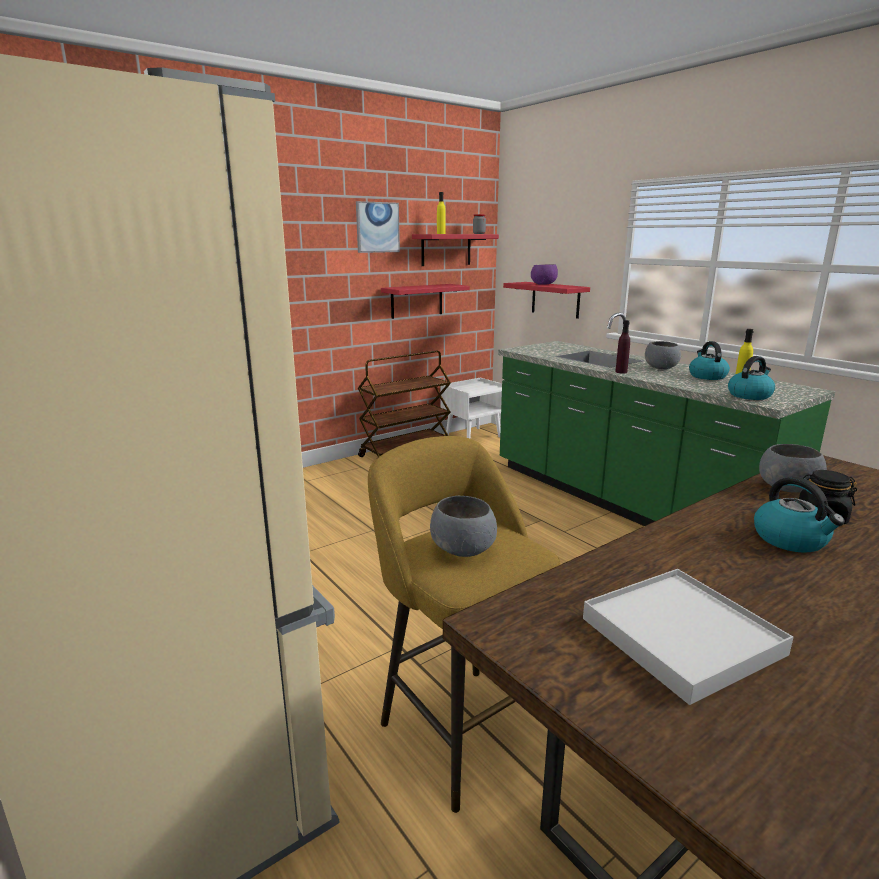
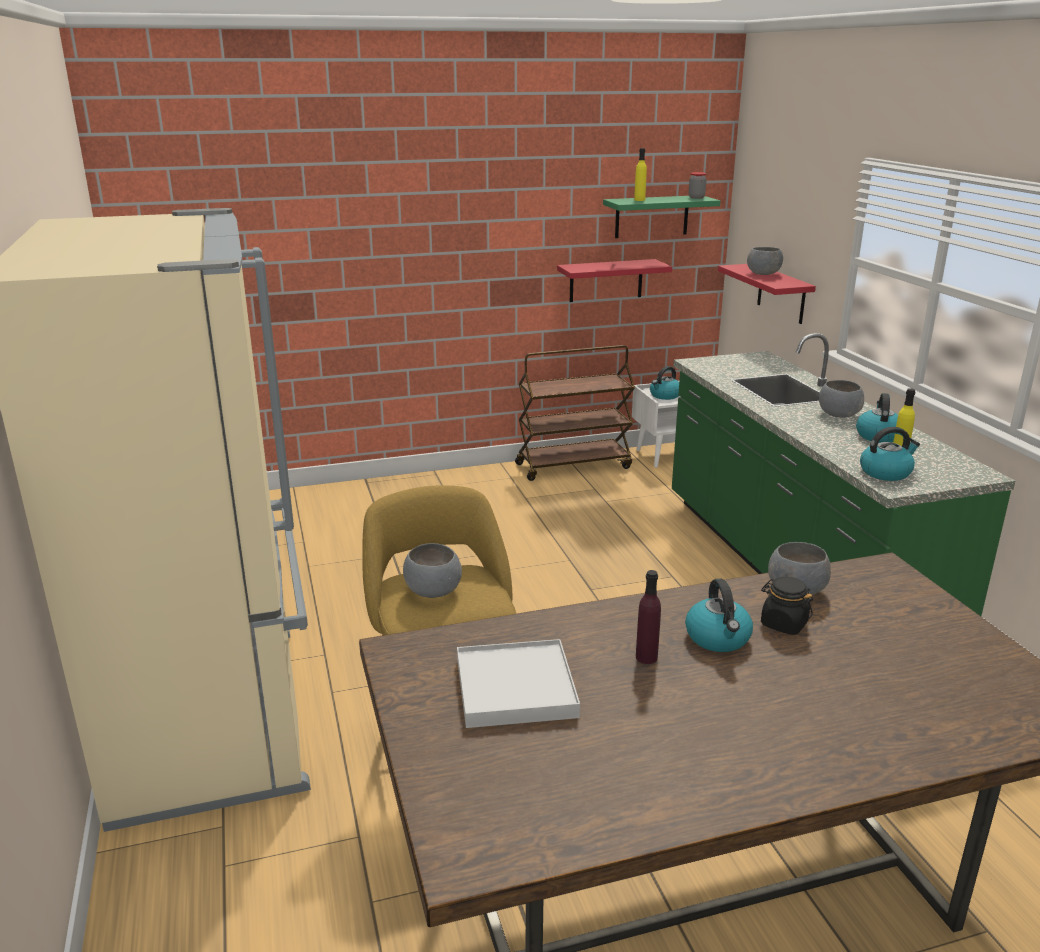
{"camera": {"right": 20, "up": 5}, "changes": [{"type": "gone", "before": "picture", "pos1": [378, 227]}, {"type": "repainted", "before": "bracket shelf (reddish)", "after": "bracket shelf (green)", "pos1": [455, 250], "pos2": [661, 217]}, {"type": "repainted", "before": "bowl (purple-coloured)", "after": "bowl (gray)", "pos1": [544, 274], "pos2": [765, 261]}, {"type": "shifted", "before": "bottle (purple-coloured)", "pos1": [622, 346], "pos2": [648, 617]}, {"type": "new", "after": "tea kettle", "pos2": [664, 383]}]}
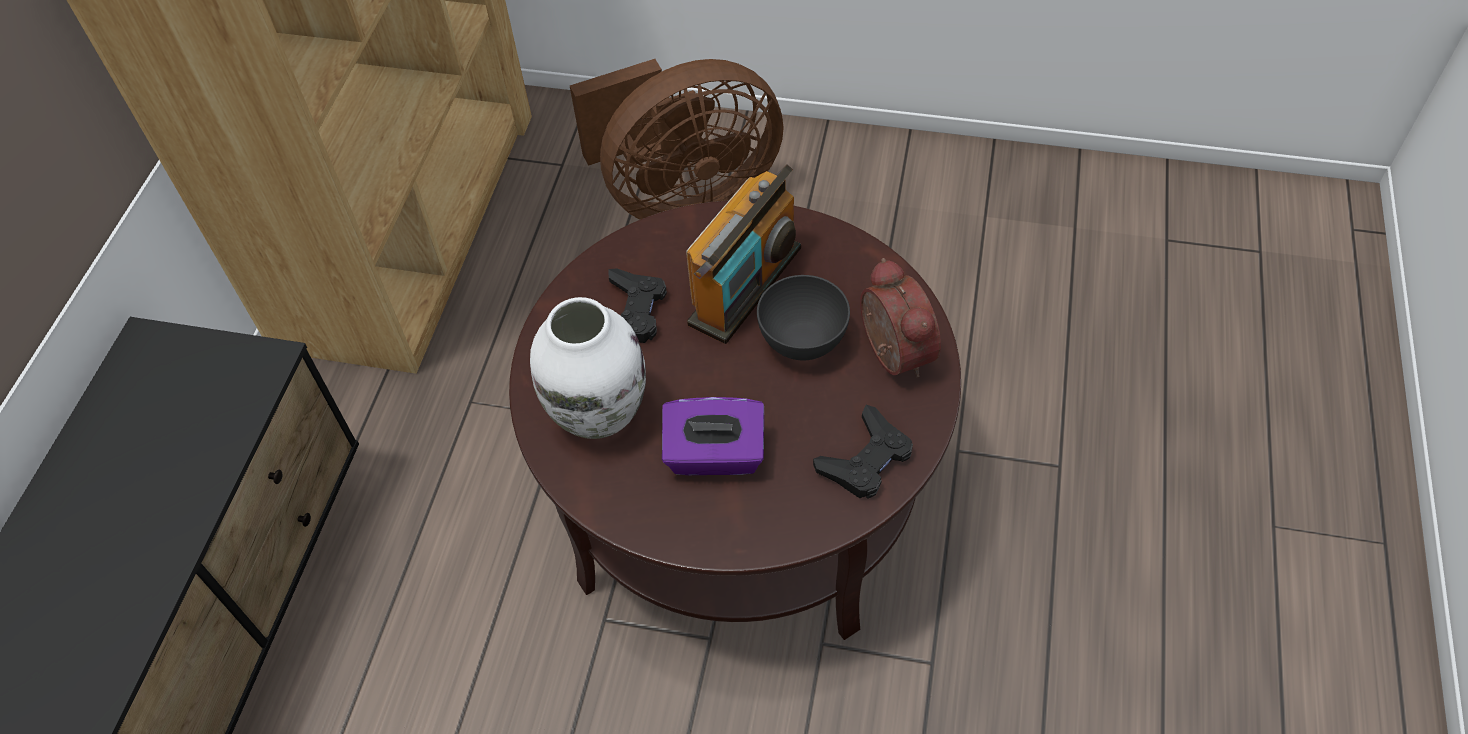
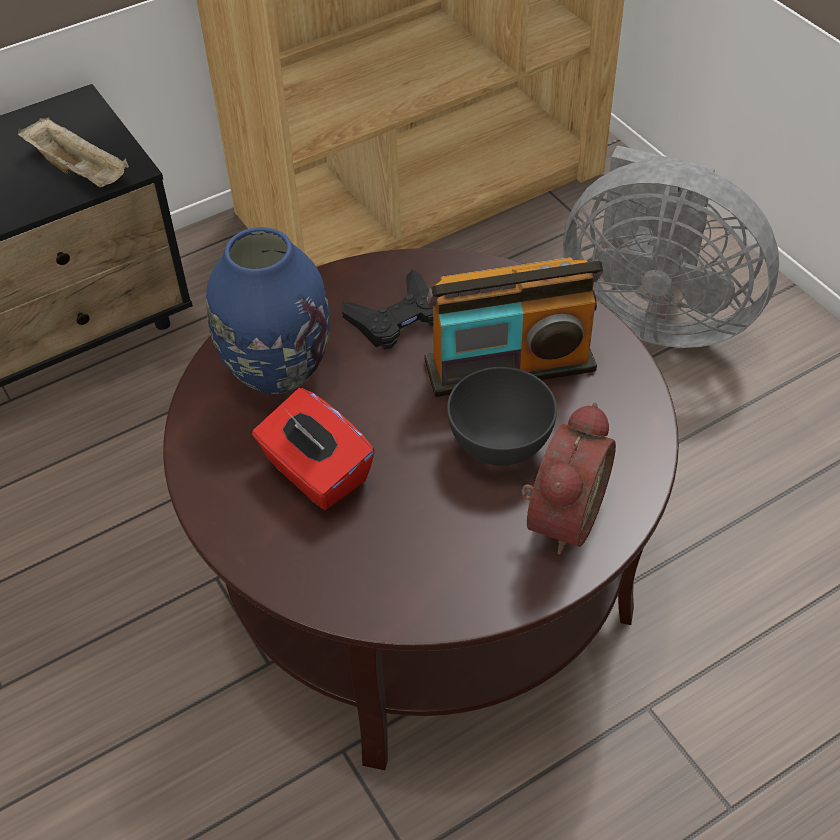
{"camera": {"right": 45, "up": -5}, "changes": [{"type": "repainted", "before": "electric fan (brown-coloured)", "after": "electric fan (gray)", "pos1": [677, 139], "pos2": [671, 246]}, {"type": "repainted", "before": "vase (whitish)", "after": "vase (blue-coloured)", "pos1": [588, 368], "pos2": [268, 310]}, {"type": "repainted", "before": "tissue holder (purple-coloured)", "after": "tissue holder (reddish)", "pos1": [713, 436], "pos2": [313, 449]}, {"type": "gone", "before": "joypad (blackish)", "pos1": [863, 452]}, {"type": "new", "after": "tray (beige)", "pos2": [73, 152]}]}
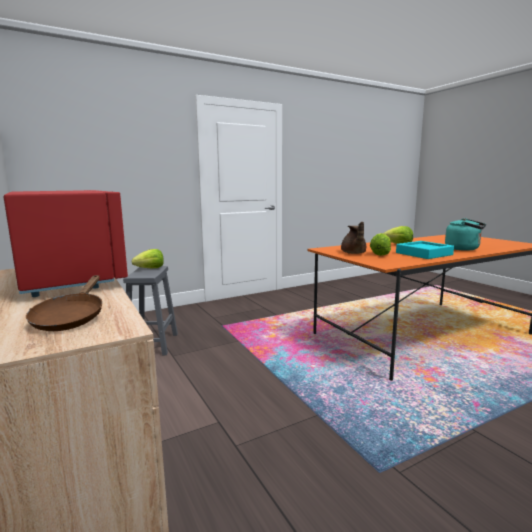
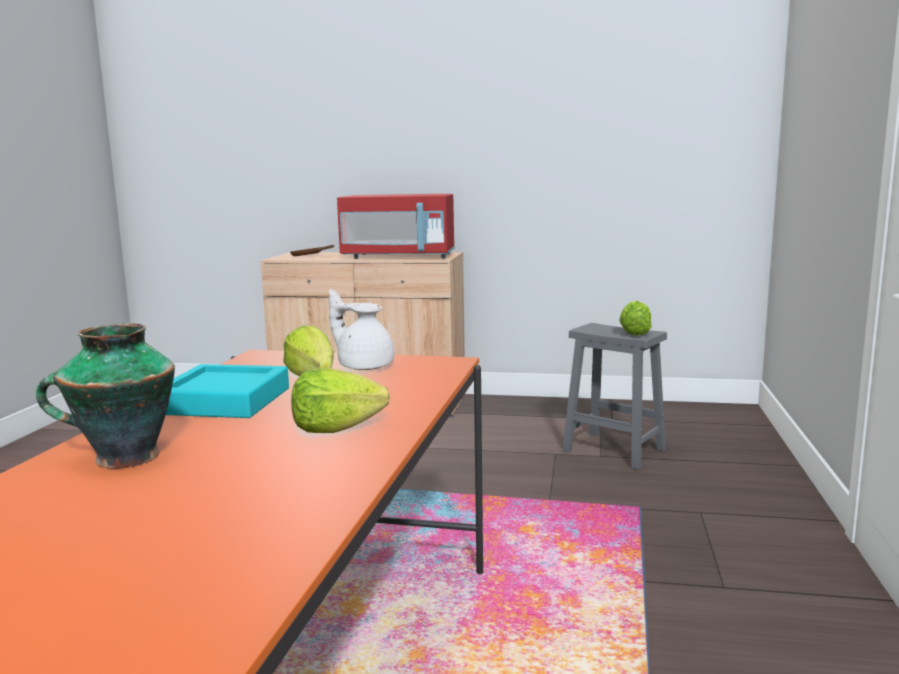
{"camera": {"right": 130, "up": 0}, "changes": [{"type": "swapped", "before": "tea kettle (turquoise-coloured)", "after": "vase", "pos1": [465, 234], "pos2": [105, 396]}, {"type": "repainted", "before": "tea pot (brown-coloured)", "after": "tea pot (whitish)", "pos1": [353, 238], "pos2": [362, 329]}]}
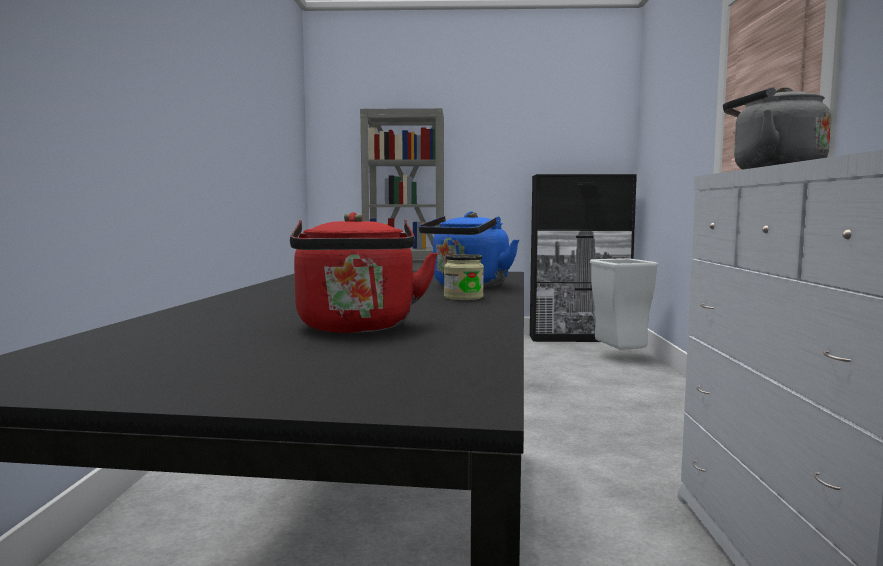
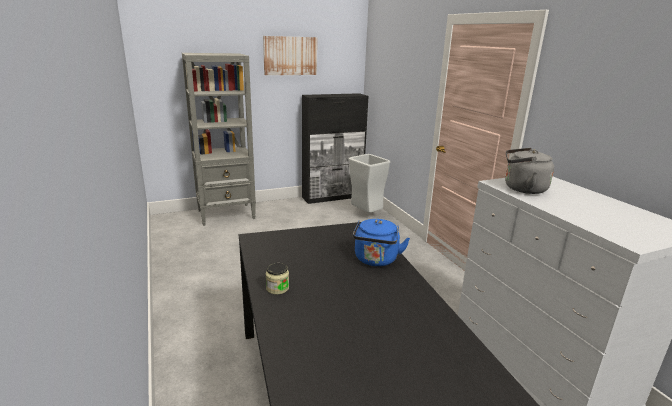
{"camera": {"right": -25, "up": 15}, "changes": [{"type": "gone", "before": "tea kettle (reddish)", "pos1": [364, 272]}, {"type": "shifted", "before": "preserve jar", "pos1": [464, 277], "pos2": [277, 279]}, {"type": "new", "after": "picture", "pos2": [290, 55]}]}
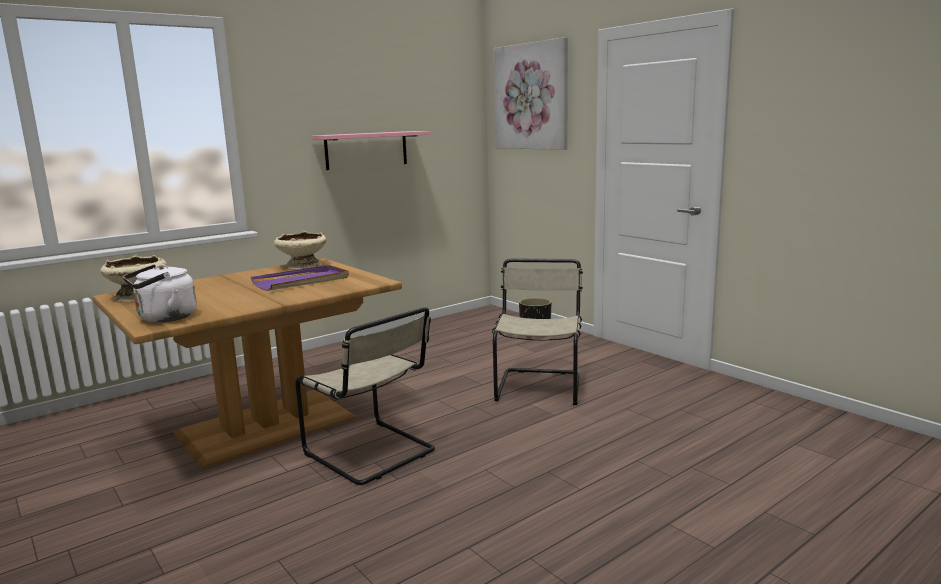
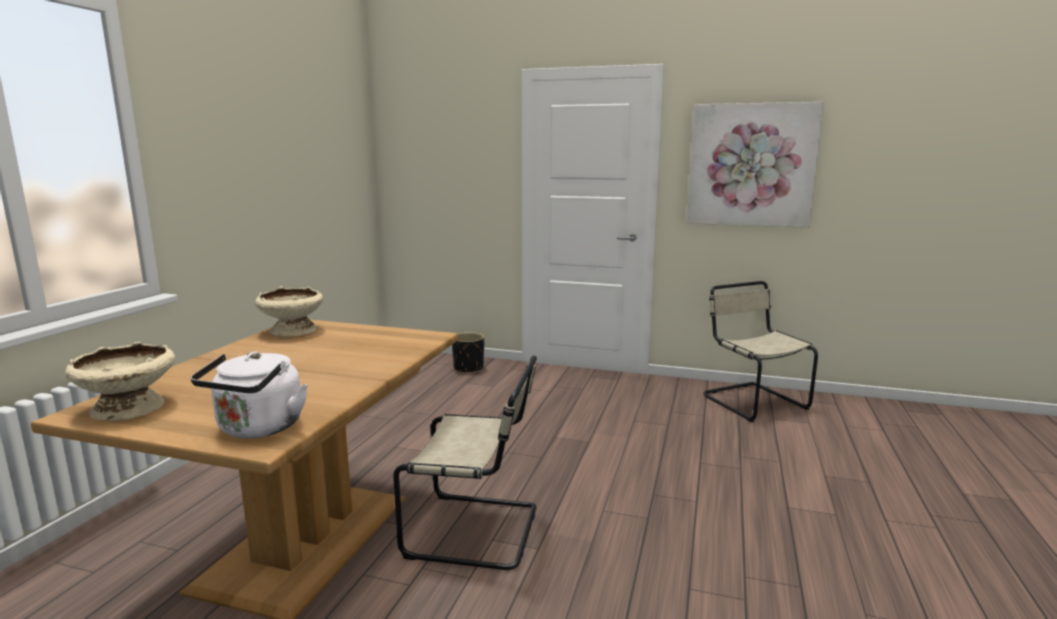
{"camera": {"right": -35, "up": 0}, "changes": [{"type": "shifted", "before": "picture", "pos1": [530, 93], "pos2": [755, 165]}, {"type": "gone", "before": "bracket shelf (pink-coloured)", "pos1": [371, 150]}, {"type": "shifted", "before": "chair (beige)", "pos1": [537, 332], "pos2": [761, 351]}, {"type": "gone", "before": "tray (purple-coloured)", "pos1": [300, 278]}]}
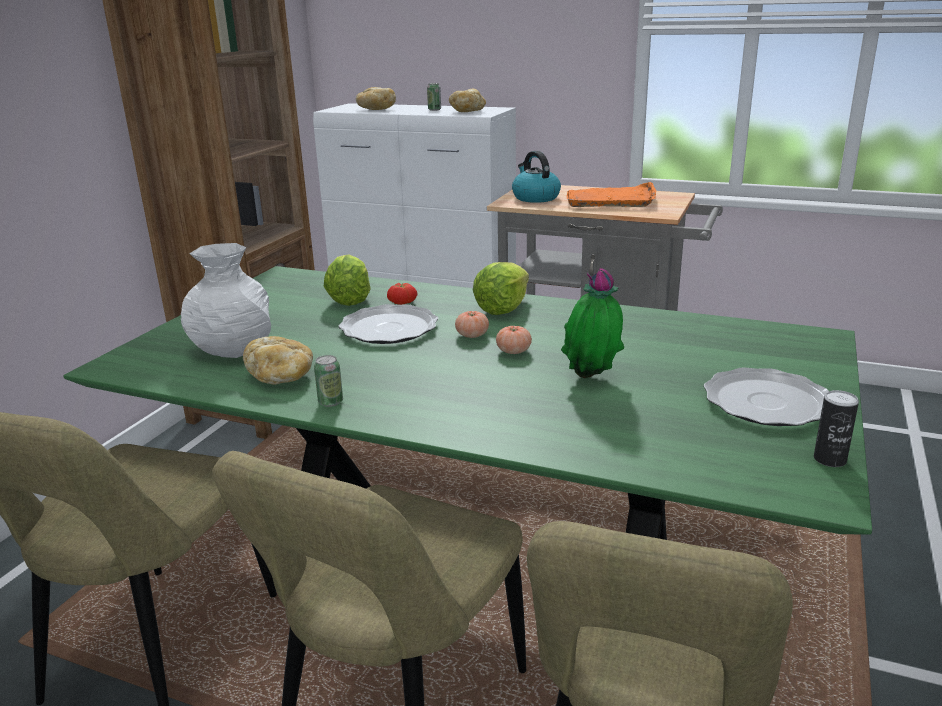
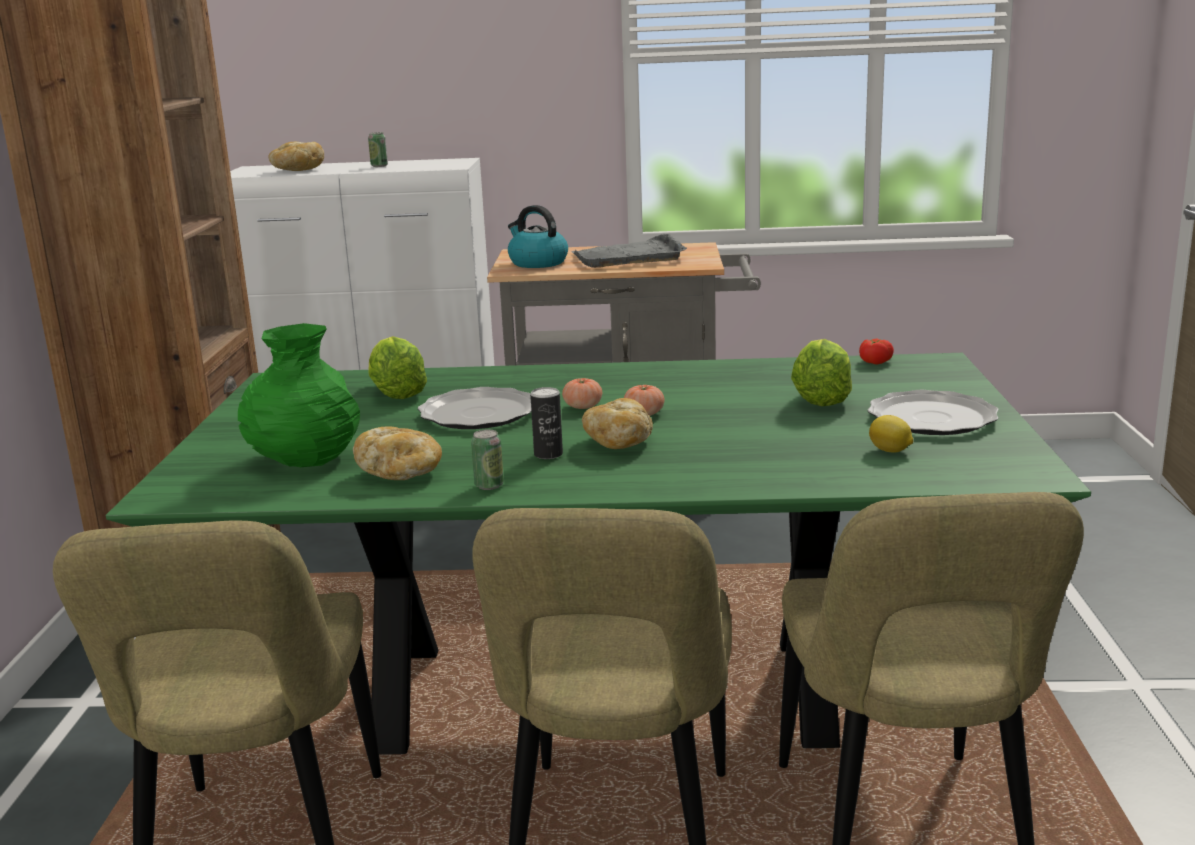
{"camera": {"right": -20, "up": -5}, "changes": [{"type": "shifted", "before": "bakery bread", "pos1": [467, 100], "pos2": [617, 423]}, {"type": "repainted", "before": "tray (orange-coloured)", "after": "tray (gray)", "pos1": [611, 194], "pos2": [629, 251]}, {"type": "repainted", "before": "vase (whitish)", "after": "vase (green)", "pos1": [226, 300], "pos2": [299, 395]}, {"type": "shifted", "before": "lettuce", "pos1": [501, 288], "pos2": [821, 372]}, {"type": "gone", "before": "houseplant", "pos1": [592, 323]}, {"type": "shifted", "before": "whole tomato", "pos1": [402, 294], "pos2": [876, 351]}, {"type": "shifted", "before": "sealed can", "pos1": [836, 428], "pos2": [546, 423]}, {"type": "new", "after": "lemon", "pos2": [891, 433]}]}
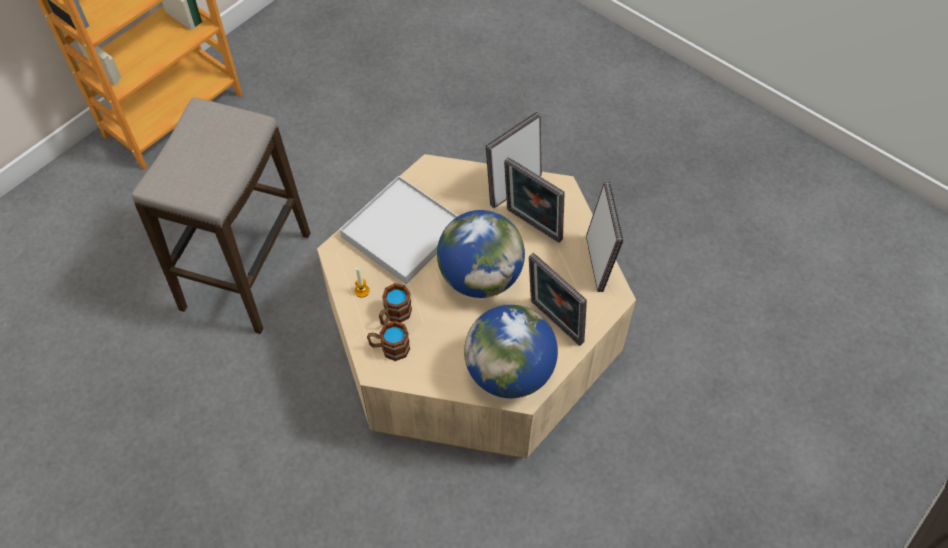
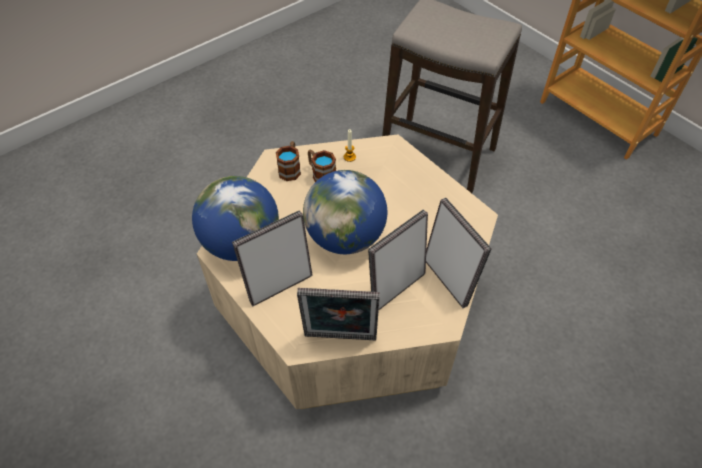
{"camera": {"right": 100, "up": -5}, "changes": [{"type": "gone", "before": "tray (whitish)", "pos1": [399, 230]}]}
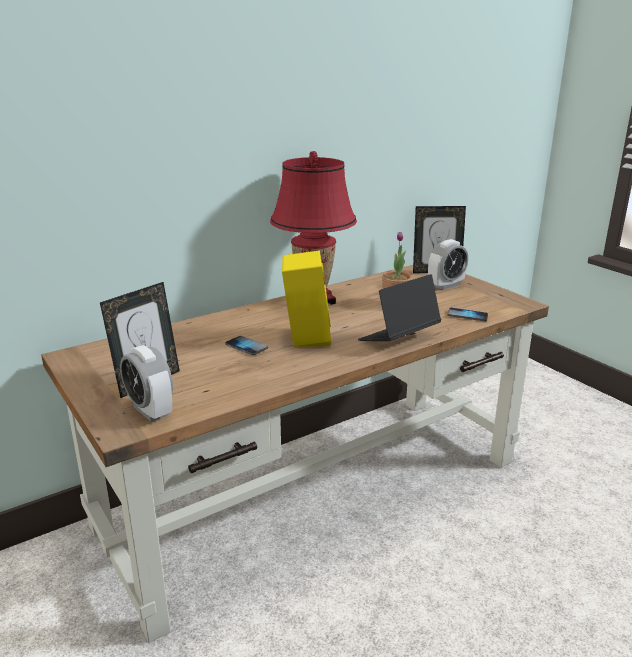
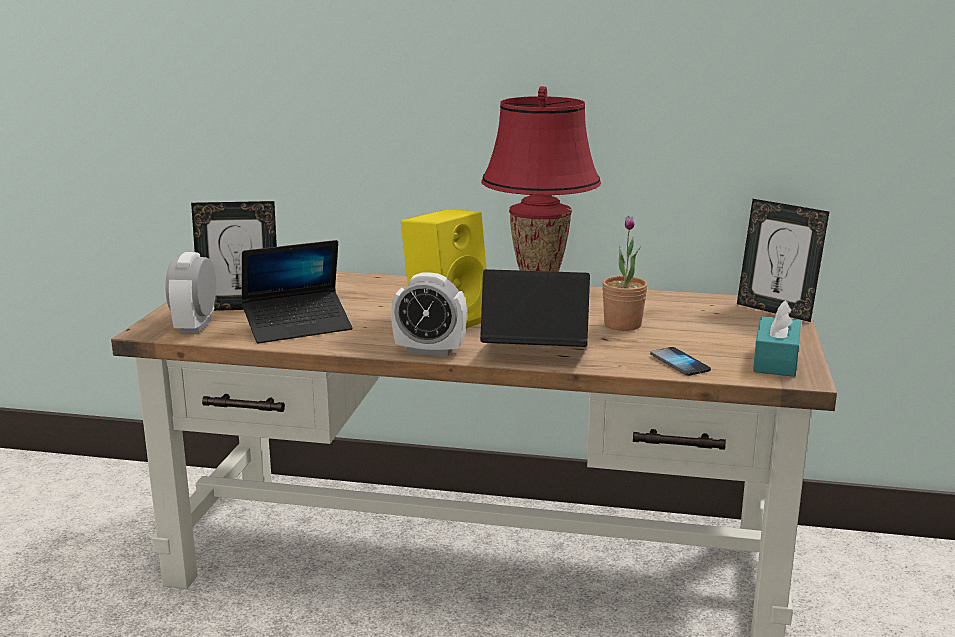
{"camera": {"right": 45, "up": -5}, "changes": [{"type": "shifted", "before": "alarm clock", "pos1": [448, 264], "pos2": [429, 315]}, {"type": "gone", "before": "phone", "pos1": [246, 345]}, {"type": "new", "after": "notebook computer", "pos2": [297, 291]}, {"type": "new", "after": "tissue holder (turquoise-coloured)", "pos2": [777, 338]}]}
